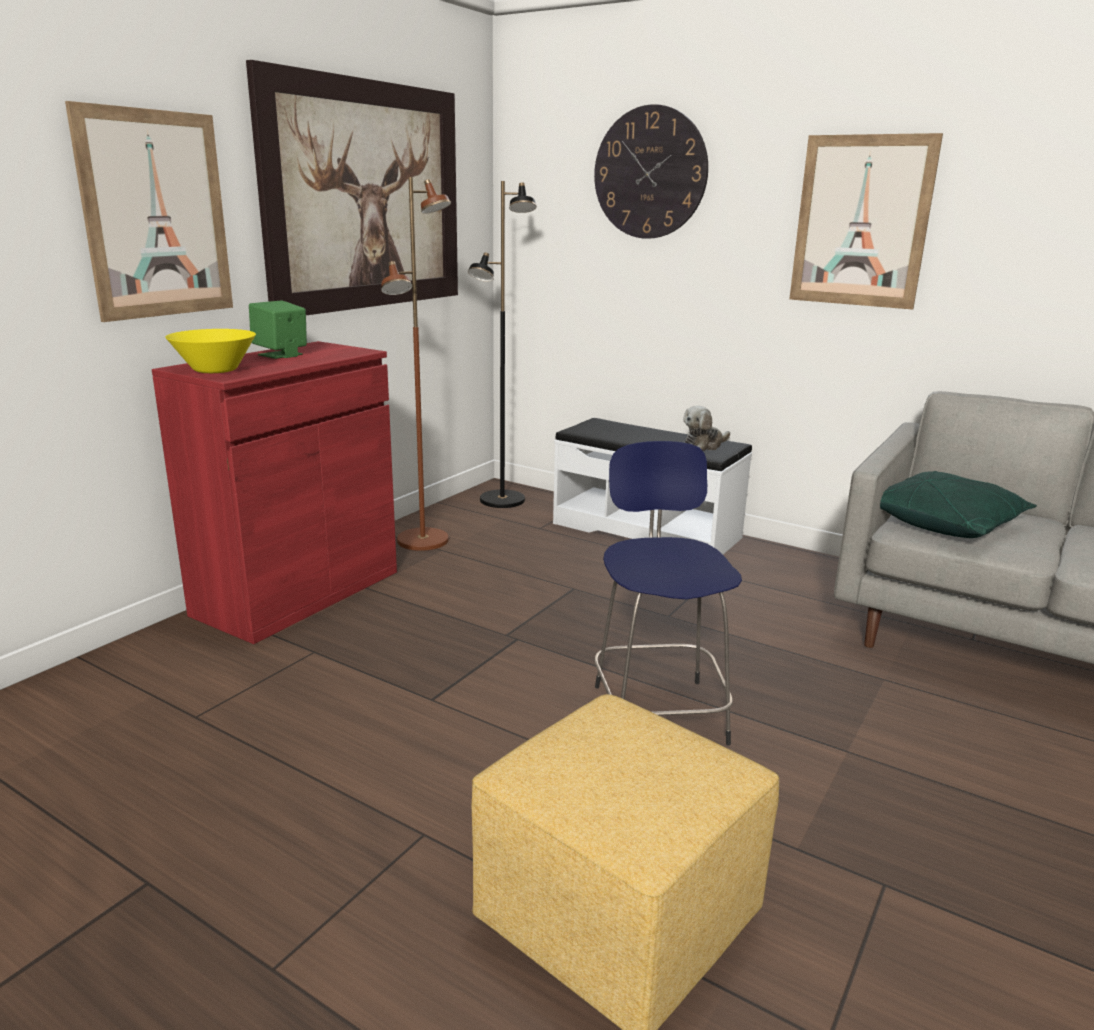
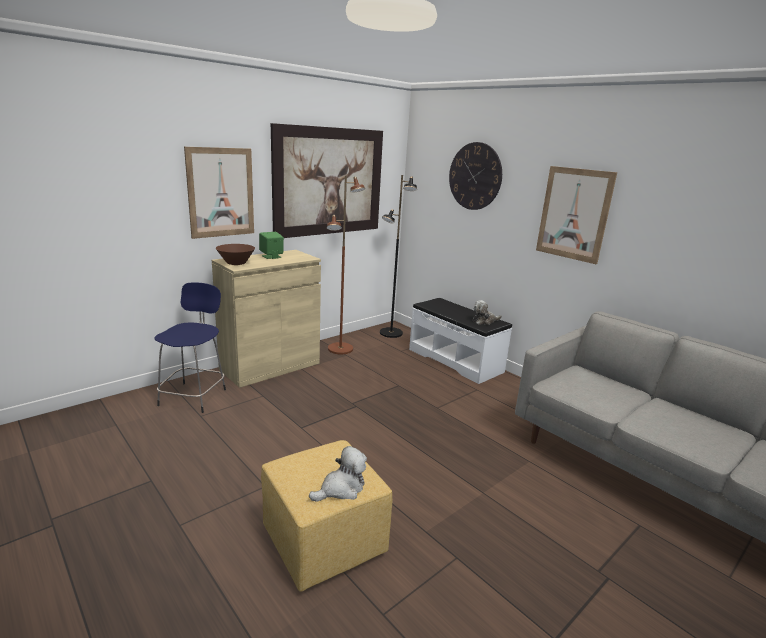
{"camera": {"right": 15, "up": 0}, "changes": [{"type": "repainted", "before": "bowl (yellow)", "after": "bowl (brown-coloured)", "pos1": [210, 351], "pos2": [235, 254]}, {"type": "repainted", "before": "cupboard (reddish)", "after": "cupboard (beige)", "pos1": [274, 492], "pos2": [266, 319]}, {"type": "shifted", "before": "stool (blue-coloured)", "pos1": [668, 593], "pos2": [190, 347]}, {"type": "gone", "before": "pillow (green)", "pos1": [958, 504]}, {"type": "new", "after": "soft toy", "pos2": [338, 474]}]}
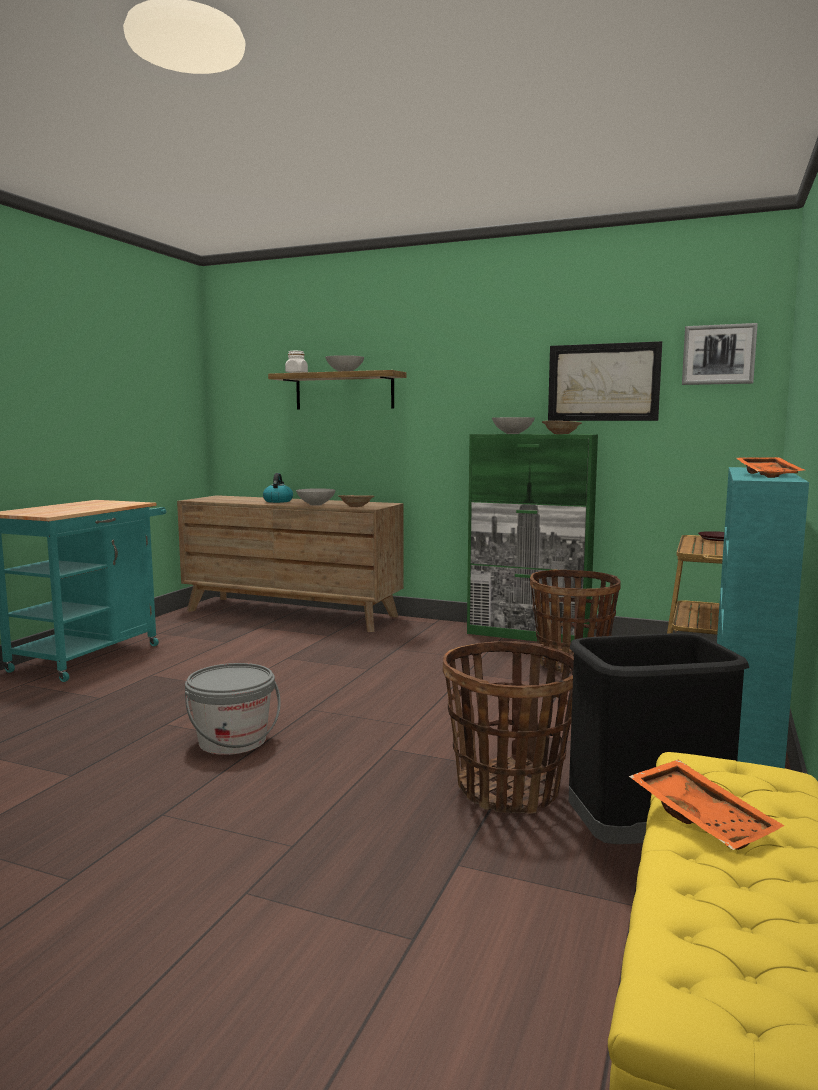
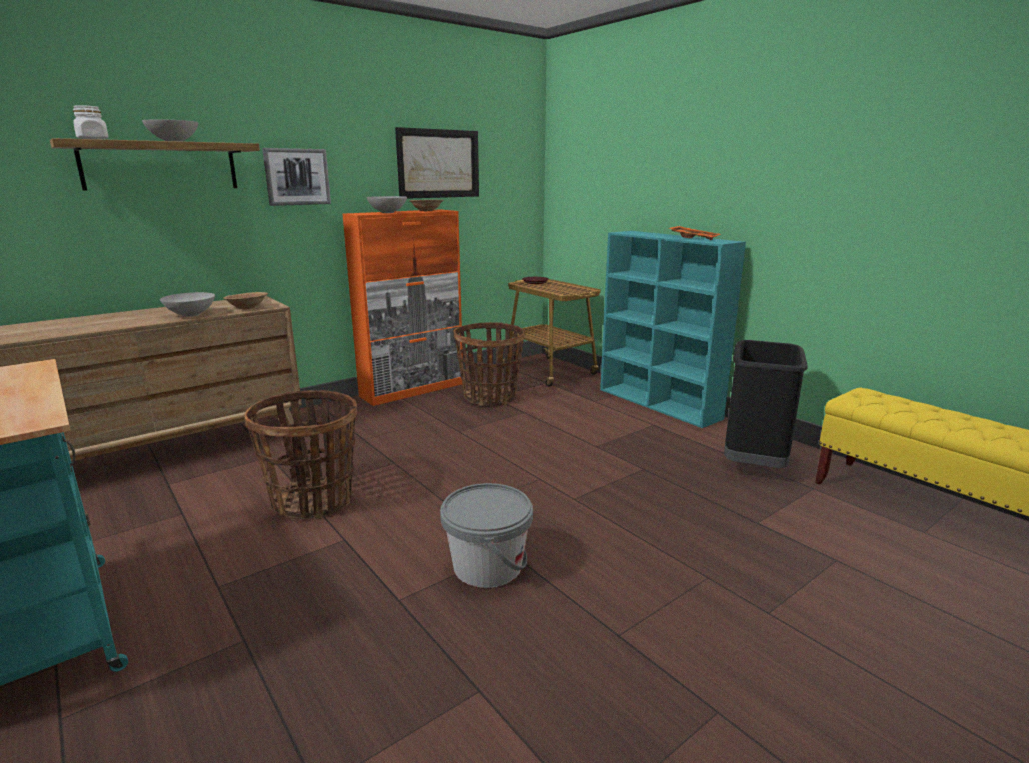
{"camera": {"right": -60, "up": 10}, "changes": [{"type": "shifted", "before": "picture", "pos1": [720, 354], "pos2": [296, 177]}, {"type": "repainted", "before": "cupboard (green)", "after": "cupboard (orange-coloured)", "pos1": [532, 538], "pos2": [402, 307]}, {"type": "gone", "before": "tea kettle", "pos1": [278, 488]}, {"type": "shifted", "before": "storage basket", "pos1": [508, 727], "pos2": [300, 454]}, {"type": "gone", "before": "tray (orange-coloured)", "pos1": [706, 805]}]}
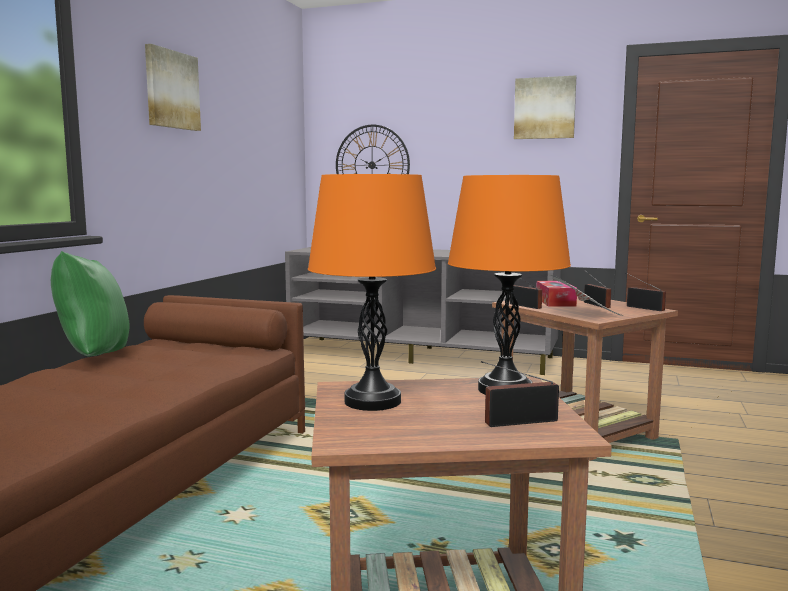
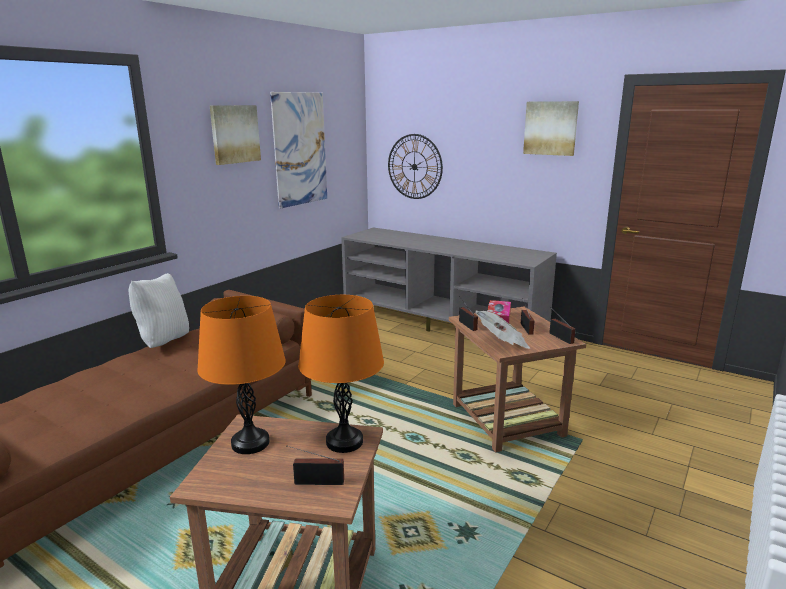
{"camera": {"right": 15, "up": 10}, "changes": [{"type": "repainted", "before": "pillow (green)", "after": "pillow (whitish)", "pos1": [90, 303], "pos2": [159, 310]}, {"type": "new", "after": "picture", "pos2": [298, 150]}]}
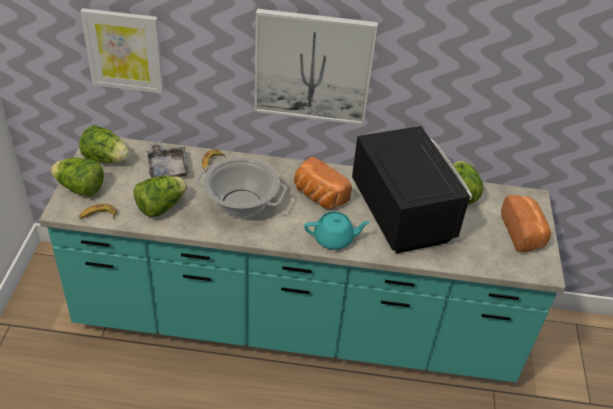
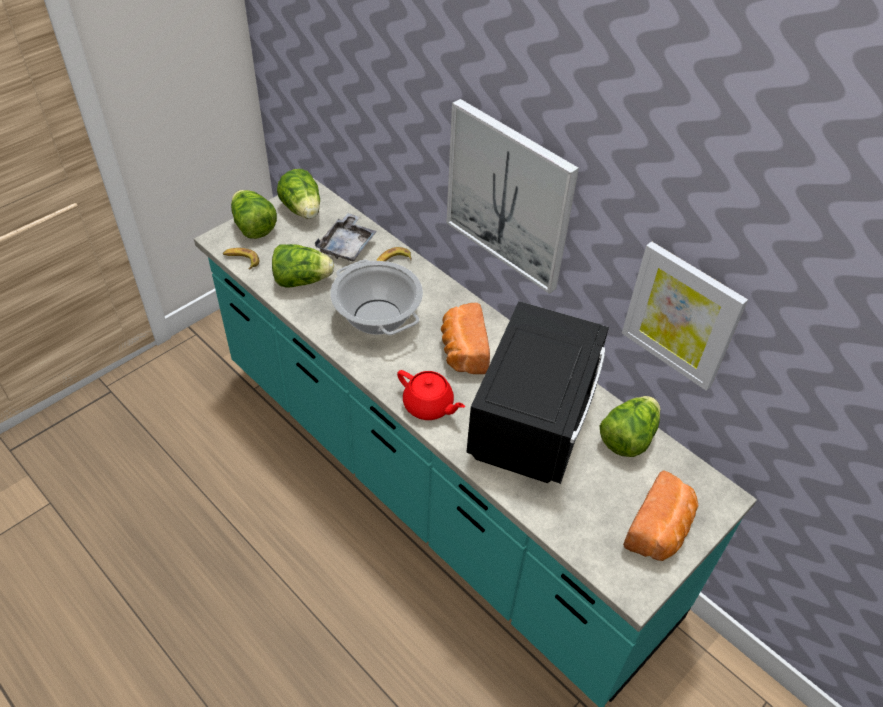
{"camera": {"right": 40, "up": 5}, "changes": [{"type": "shifted", "before": "picture", "pos1": [122, 50], "pos2": [685, 316]}, {"type": "repainted", "before": "tea pot (turquoise-coloured)", "after": "tea pot (reddish)", "pos1": [337, 231], "pos2": [431, 395]}]}
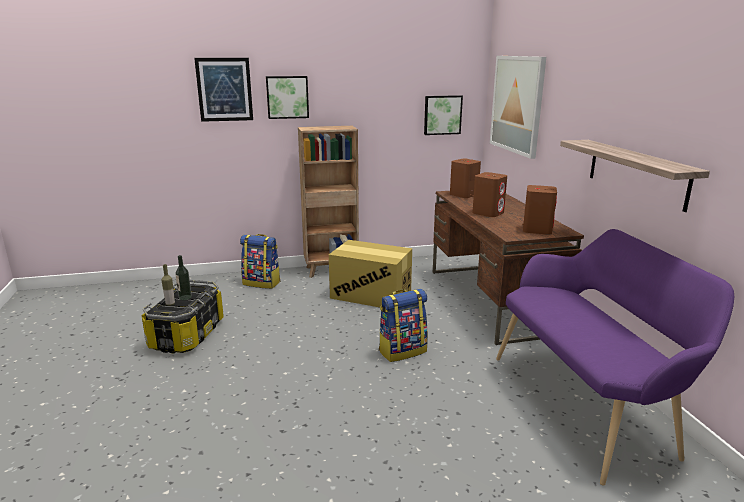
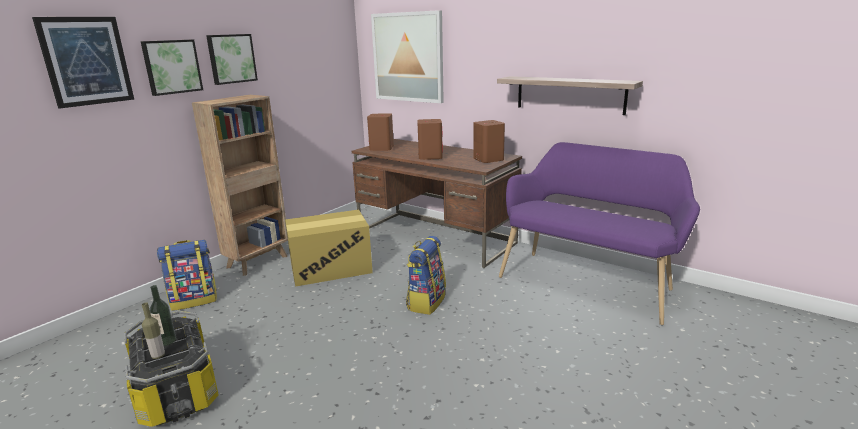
{"camera": {"right": -40, "up": 0}, "changes": [{"type": "shifted", "before": "picture", "pos1": [443, 115], "pos2": [232, 59]}]}
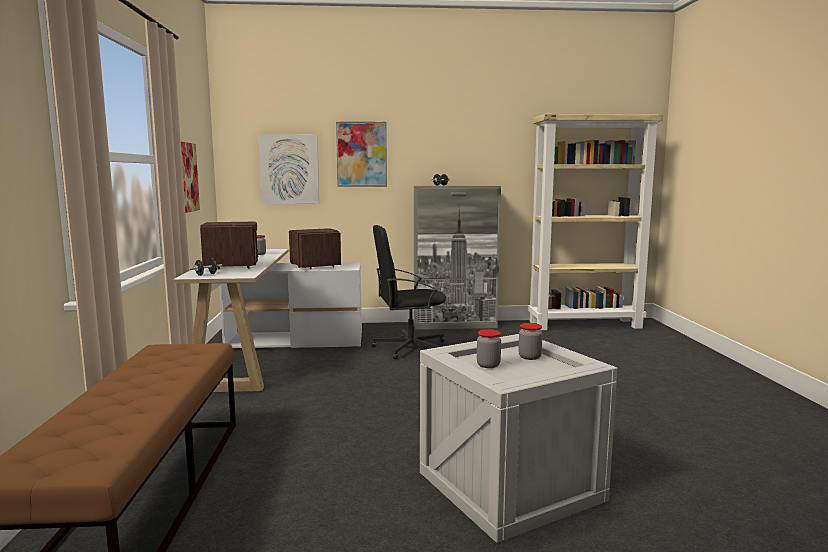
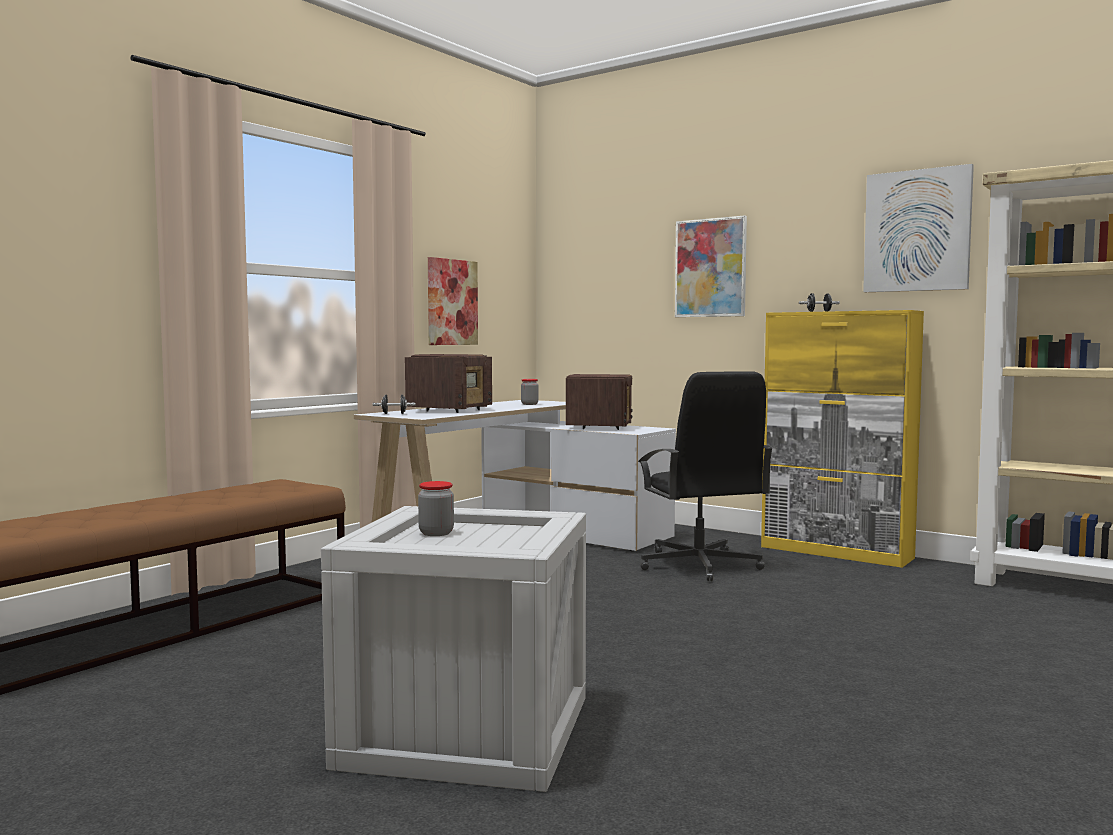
{"camera": {"right": 40, "up": -5}, "changes": [{"type": "shifted", "before": "picture", "pos1": [289, 169], "pos2": [918, 228]}, {"type": "repainted", "before": "cupboard (gray)", "after": "cupboard (yellow)", "pos1": [457, 257], "pos2": [842, 439]}, {"type": "rotated", "before": "desk chair (blackish)", "pos1": [408, 292], "pos2": [706, 476], "turn": -135}, {"type": "gone", "before": "preserve jar", "pos1": [530, 341]}]}
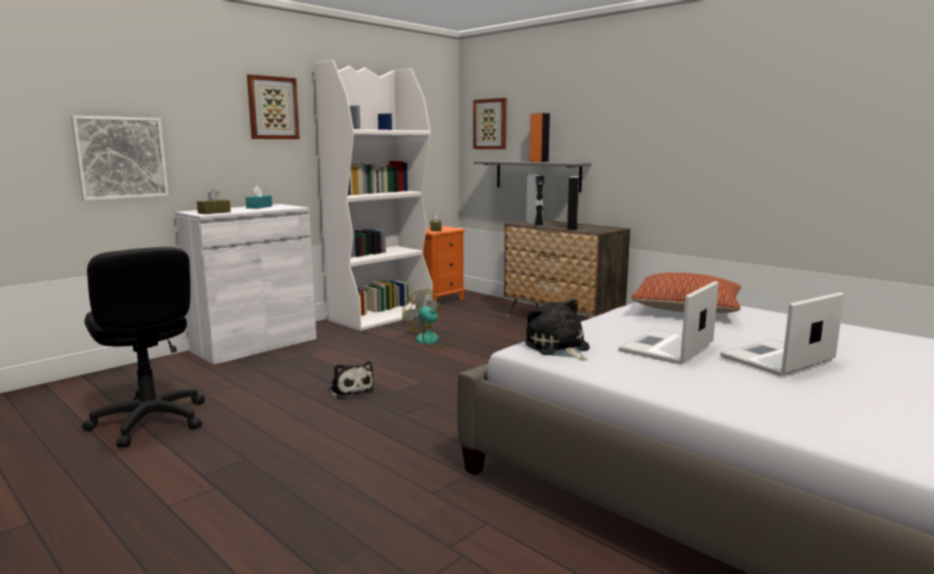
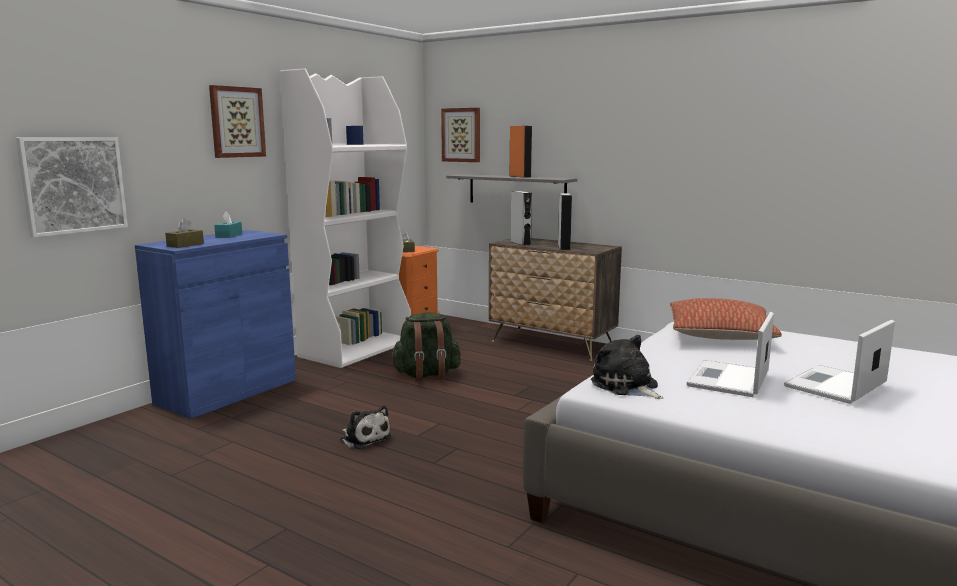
{"camera": {"right": -10, "up": 0}, "changes": [{"type": "repainted", "before": "cupboard (whitish)", "after": "cupboard (blue-coloured)", "pos1": [245, 284], "pos2": [215, 324]}, {"type": "gone", "before": "desk chair (blackish)", "pos1": [143, 347]}, {"type": "swapped", "before": "electric fan", "after": "rucksack (green)", "pos1": [430, 318], "pos2": [426, 347]}]}
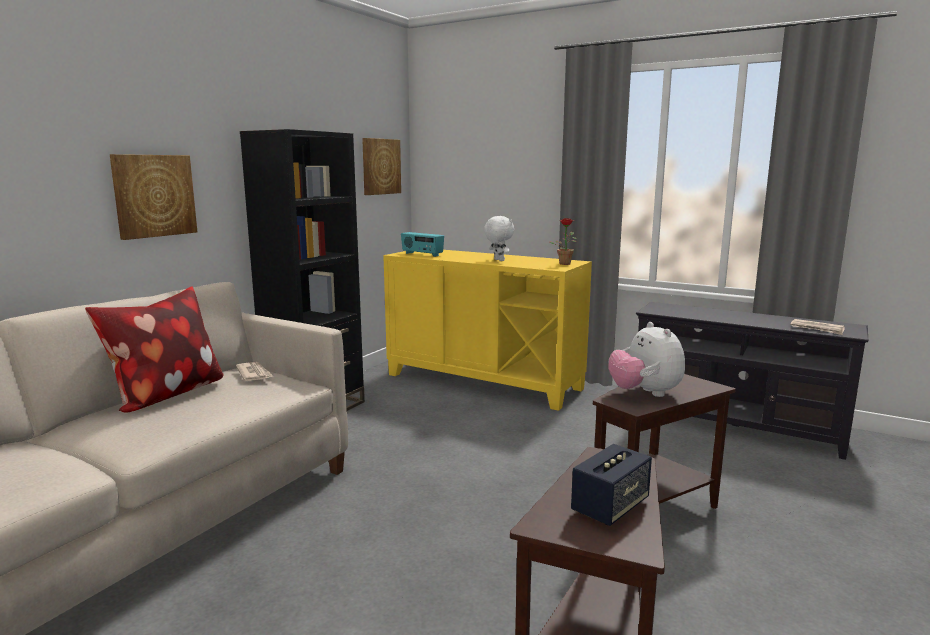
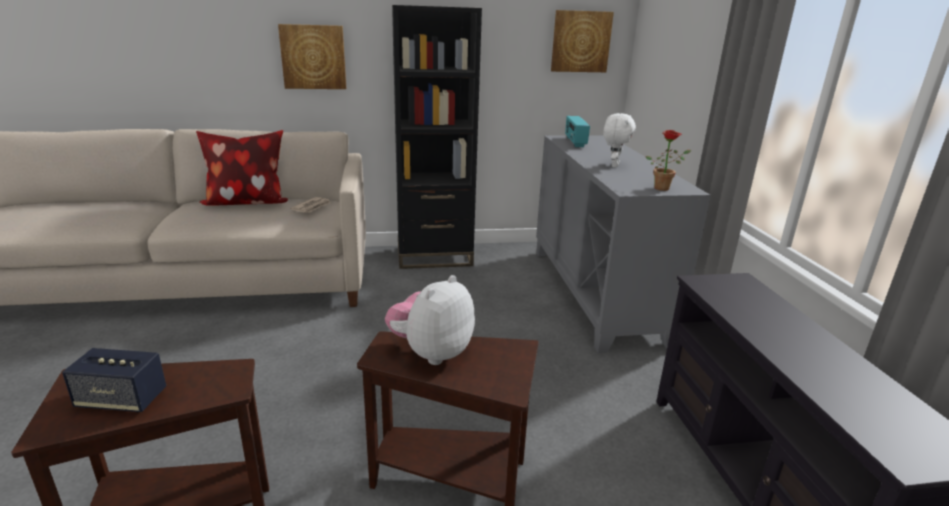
{"camera": {"right": 50, "up": 10}, "changes": [{"type": "repainted", "before": "cupboard (yellow)", "after": "cupboard (gray)", "pos1": [487, 330], "pos2": [623, 244]}, {"type": "gone", "before": "daily paper", "pos1": [817, 327]}]}
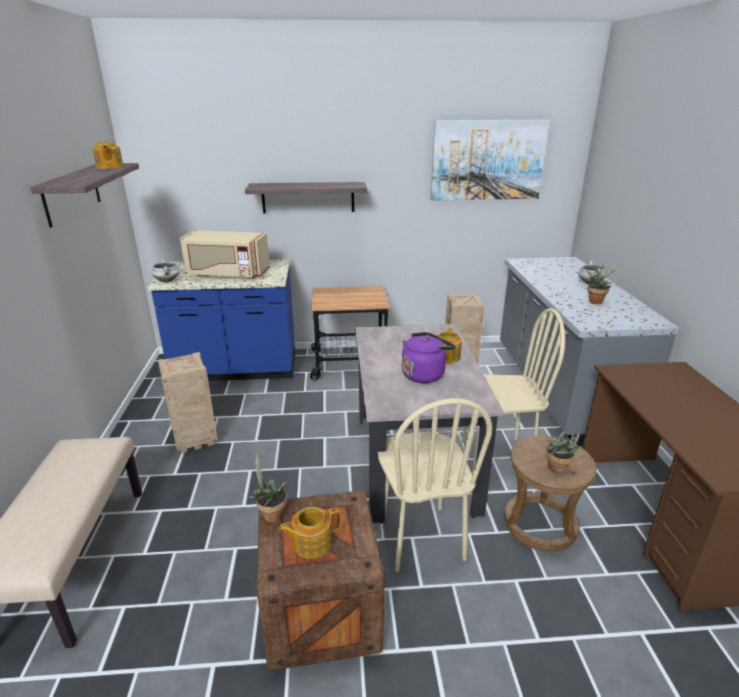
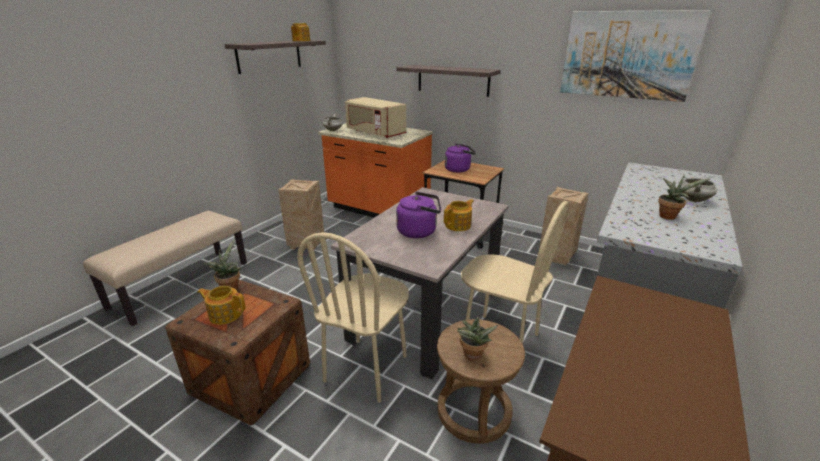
{"camera": {"right": 35, "up": 0}, "changes": [{"type": "repainted", "before": "counter (blue-coloured)", "after": "counter (orange-coloured)", "pos1": [221, 320], "pos2": [375, 170]}, {"type": "new", "after": "tea kettle (purple-coloured)", "pos2": [460, 158]}]}
